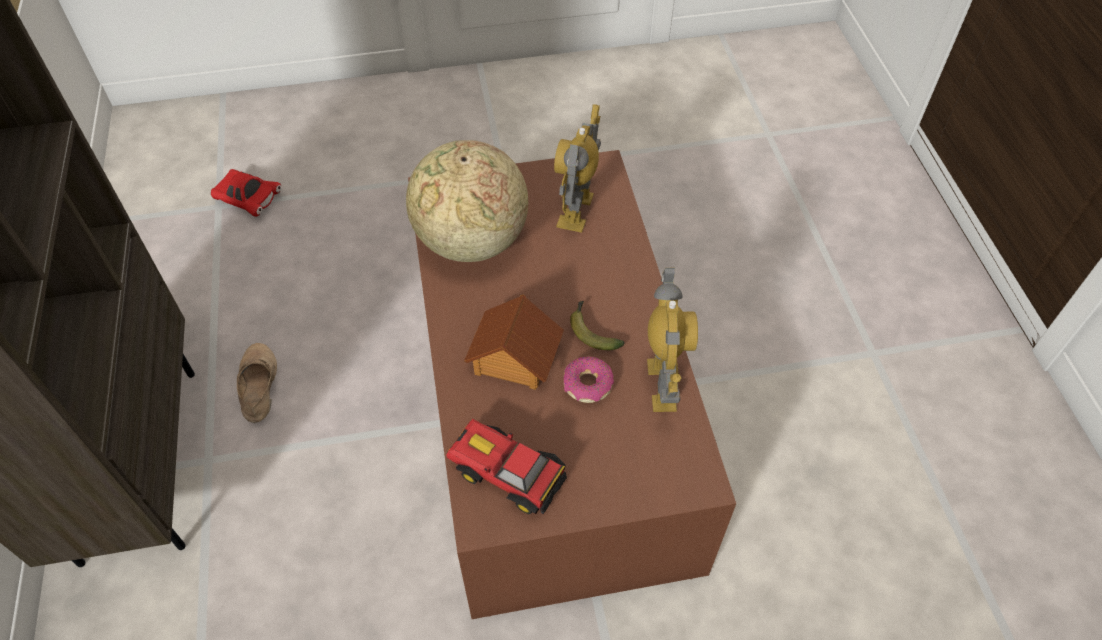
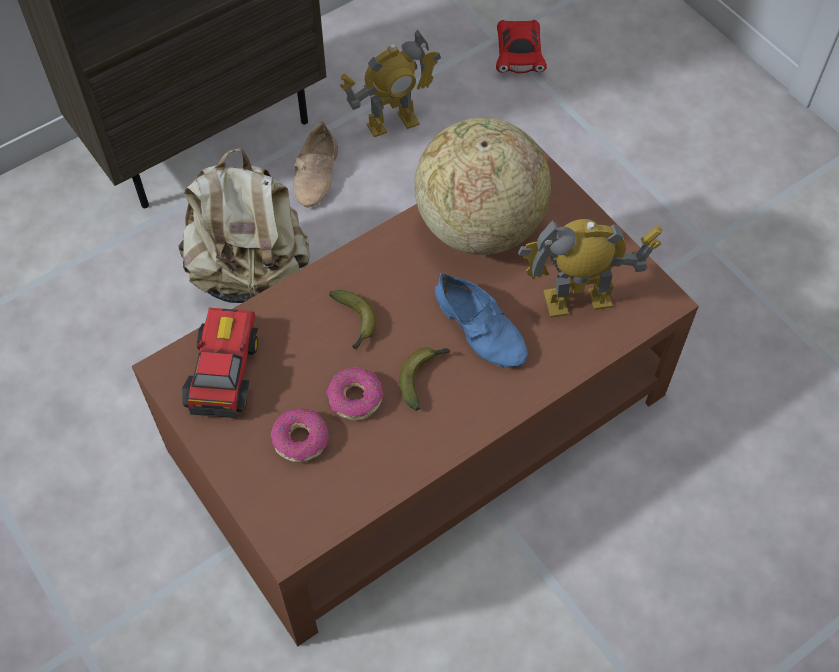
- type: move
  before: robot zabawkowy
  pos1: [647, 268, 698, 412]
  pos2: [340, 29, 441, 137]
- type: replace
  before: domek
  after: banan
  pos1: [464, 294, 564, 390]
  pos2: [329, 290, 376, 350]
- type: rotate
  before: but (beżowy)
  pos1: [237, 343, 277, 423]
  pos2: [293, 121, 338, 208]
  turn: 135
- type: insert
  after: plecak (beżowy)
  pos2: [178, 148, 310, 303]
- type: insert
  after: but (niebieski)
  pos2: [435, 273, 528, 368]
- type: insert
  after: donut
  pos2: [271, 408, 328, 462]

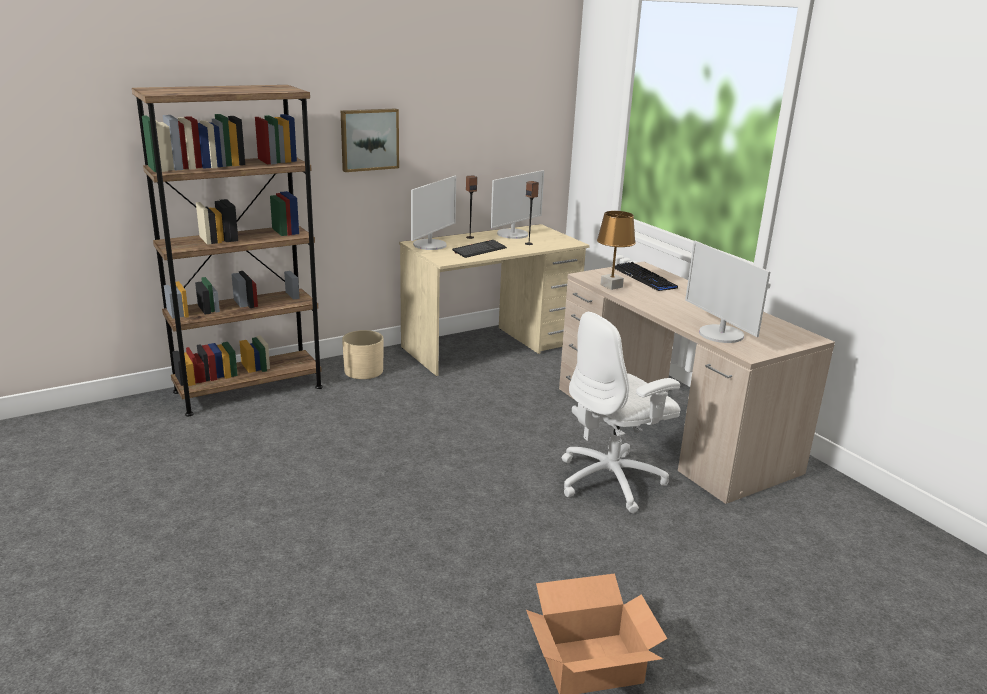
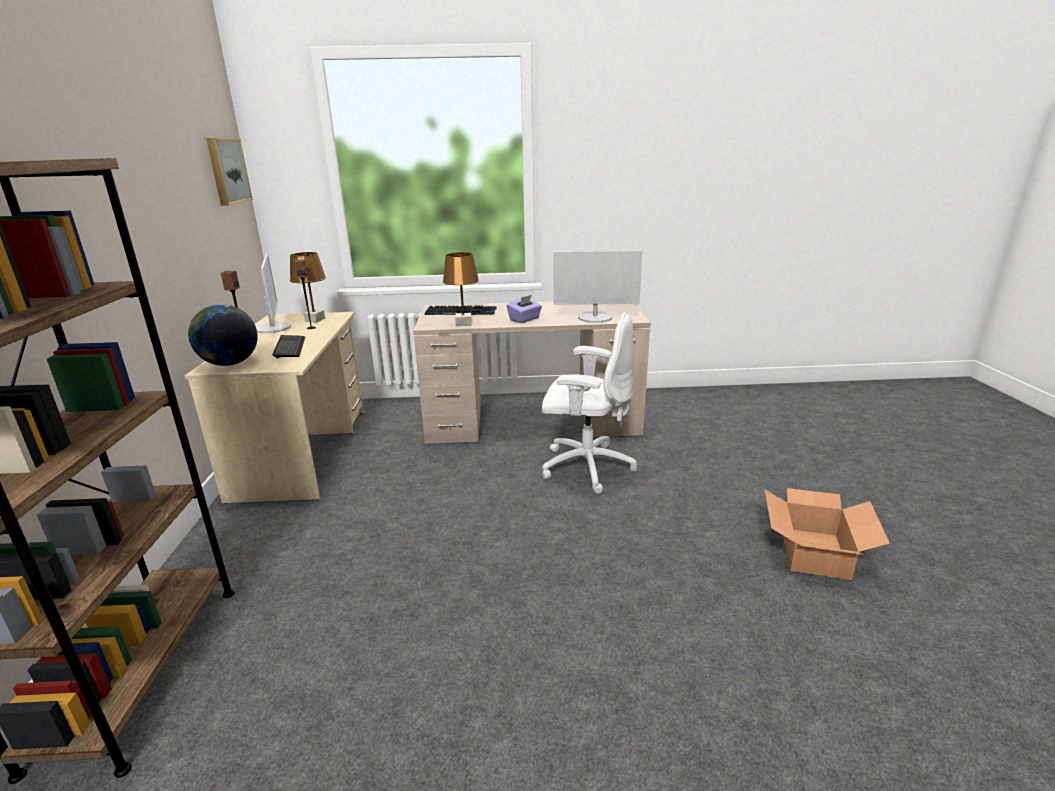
- type: move
  before: obraz
  pos1: [341, 108, 399, 172]
  pos2: [206, 138, 253, 206]
- type: replace
  before: monitor
  after: globus
  pos1: [411, 176, 456, 250]
  pos2: [188, 304, 258, 366]
- type: rotate
  before: krzesło biurowe (biały)
  pos1: [562, 312, 681, 513]
  pos2: [542, 312, 637, 494]
  turn: -75
- type: delete
  before: donica (beżowy)
  pos1: [342, 330, 383, 379]
- type: insert
  after: lampa stołowa (brązowy)
  pos2: [290, 252, 326, 323]
- type: insert
  after: pudełko chusteczek (fioletowy)
  pos2: [507, 295, 542, 323]

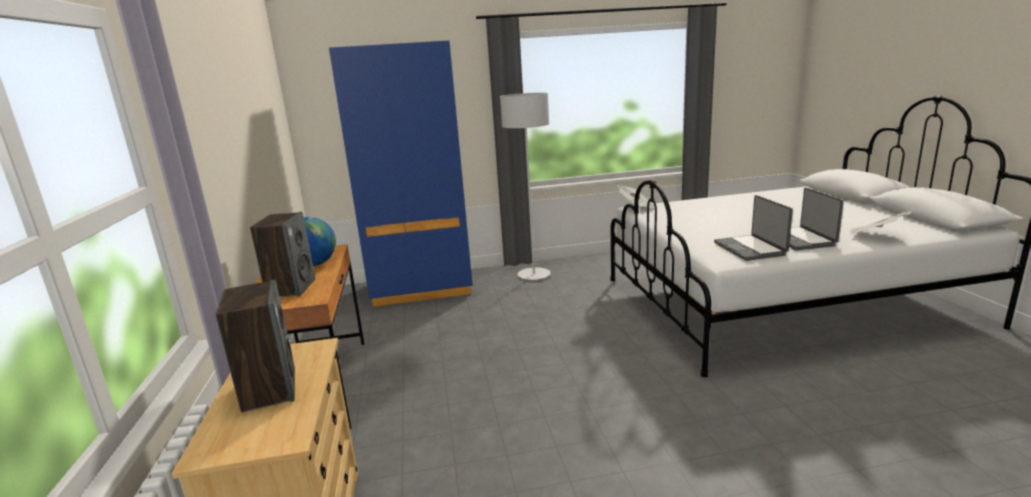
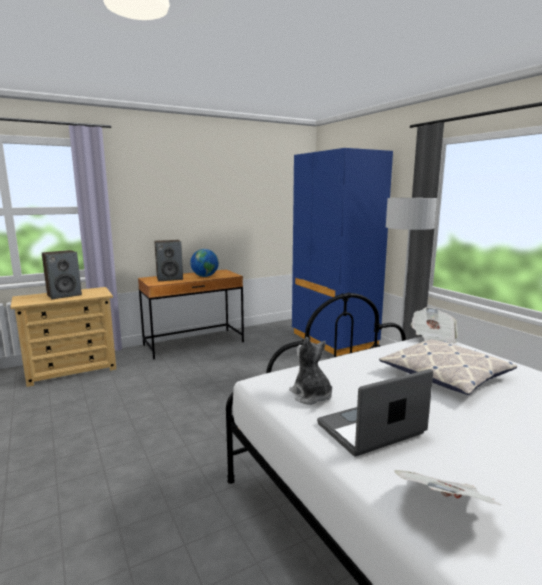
- type: replace
  before: laptop
  after: pluszak
  pos1: [714, 195, 793, 261]
  pos2: [289, 337, 332, 405]
- type: insert
  after: poduszka
  pos2: [379, 339, 517, 395]

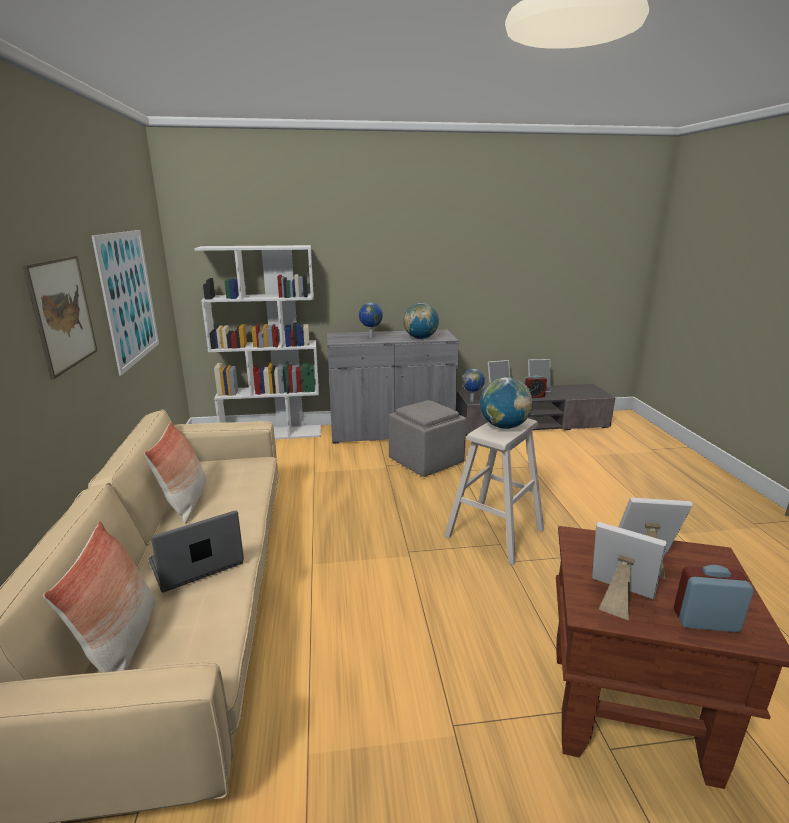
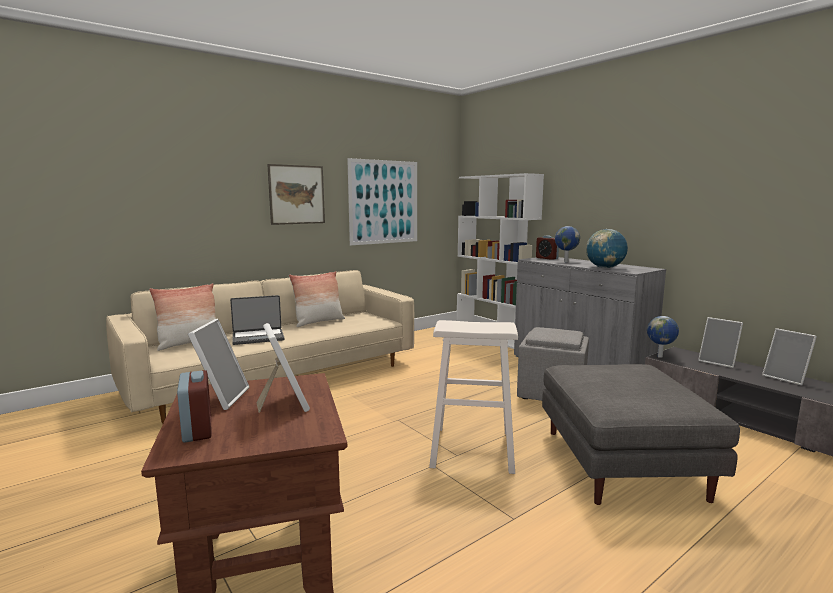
- type: move
  before: budzik
  pos1: [524, 375, 547, 398]
  pos2: [536, 235, 559, 260]
- type: delete
  before: globus
  pos1: [480, 377, 533, 429]
- type: rotate
  before: laptop
  pos1: [149, 510, 244, 592]
  pos2: [230, 295, 284, 345]
  turn: 135
- type: insert
  after: pufa (szary)
  pos2: [542, 364, 740, 505]

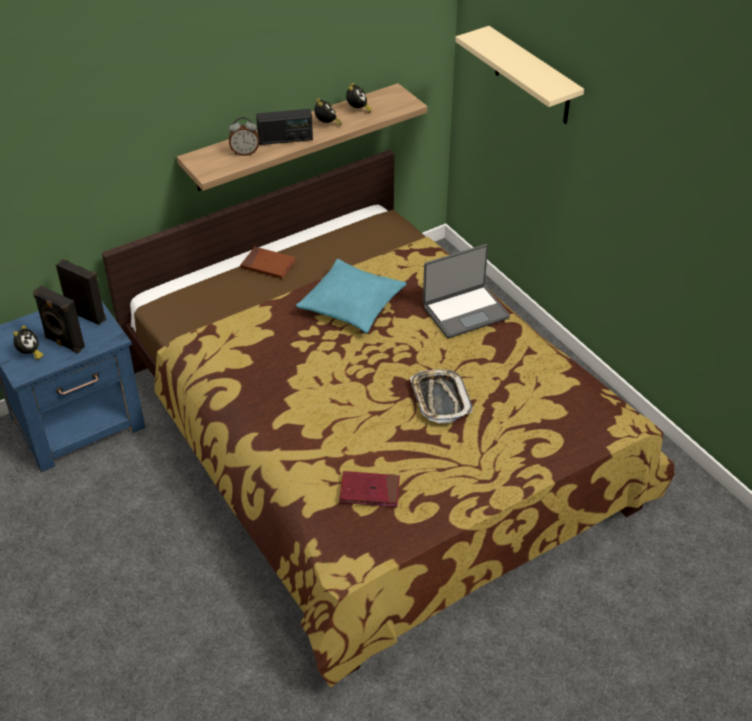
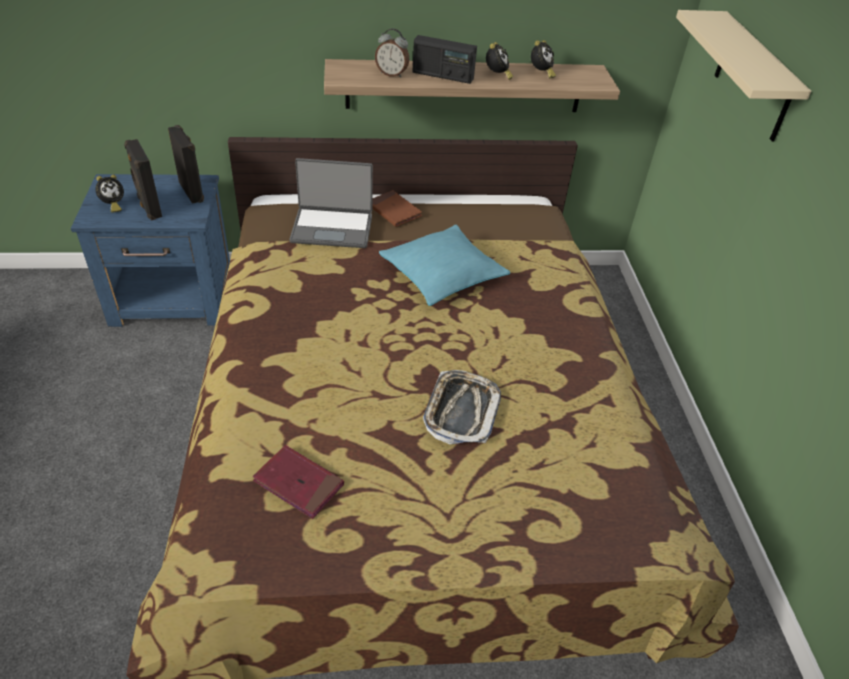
- type: move
  before: laptop
  pos1: [423, 244, 510, 339]
  pos2: [289, 158, 373, 248]

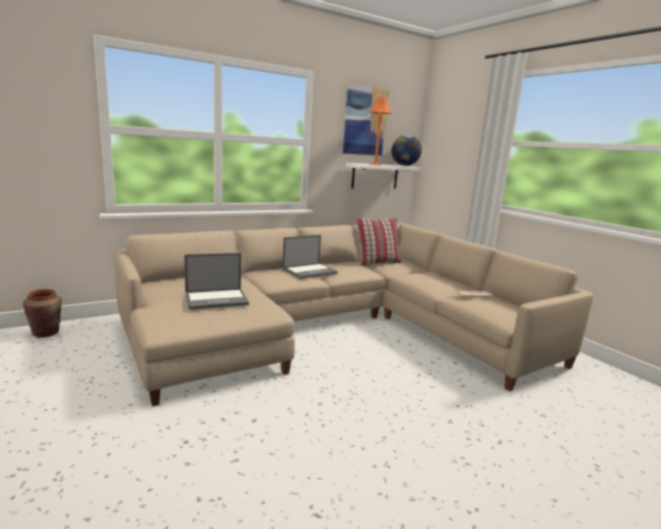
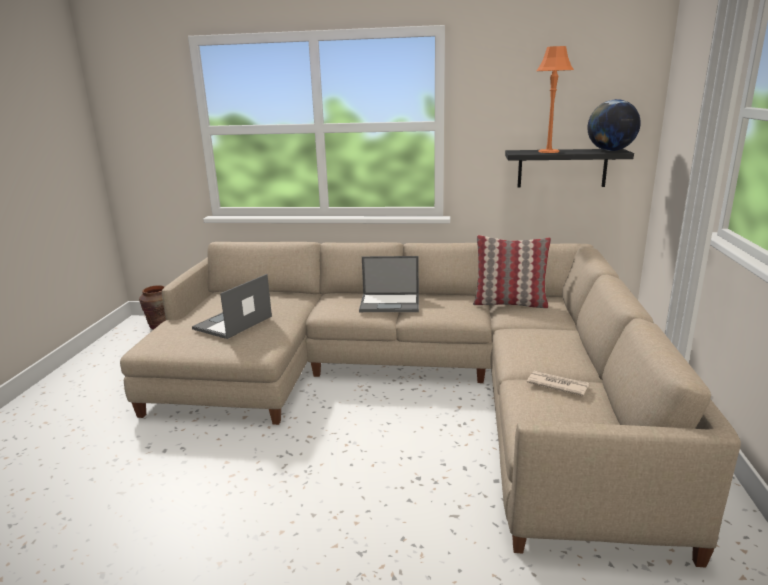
- type: delete
  before: obraz
  pos1: [343, 83, 389, 156]
- type: recolor
  before: półka (biały)
  after: półka (czarny)
  pos1: [345, 163, 420, 189]
  pos2: [505, 149, 634, 187]
- type: rotate
  before: laptop
  pos1: [184, 253, 249, 310]
  pos2: [192, 274, 272, 339]
  turn: 105

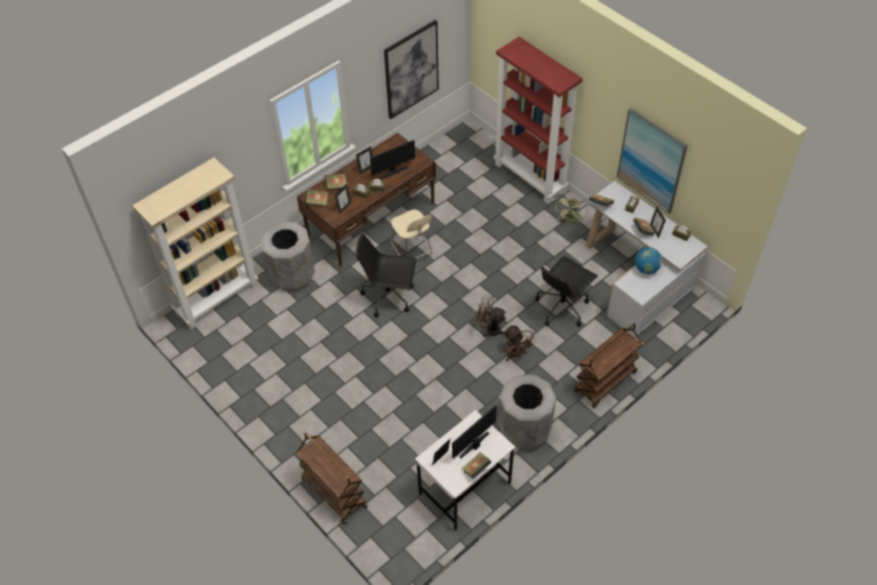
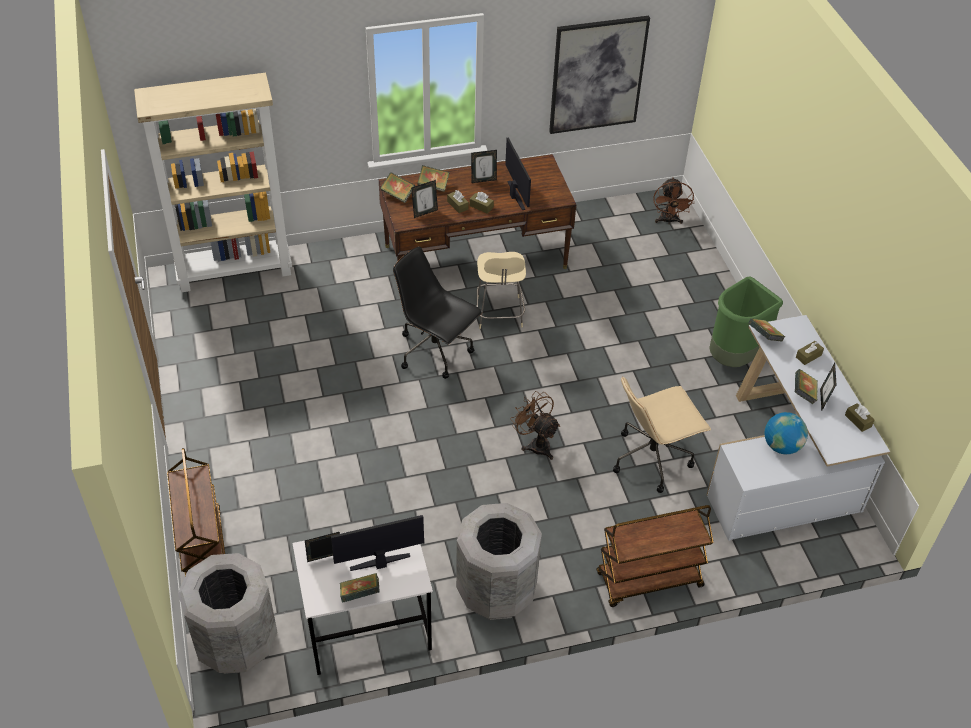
- type: delete
  before: regał (czerwony)
  pos1: [494, 37, 583, 204]
- type: delete
  before: obraz
  pos1: [617, 108, 688, 214]
- type: rotate
  before: monitor
  pos1: [370, 140, 415, 180]
  pos2: [505, 137, 531, 210]
  turn: -105
- type: replace
  before: wentylator (zielony)
  after: kosz na śmieci (zielony)
  pos1: [555, 192, 588, 224]
  pos2: [709, 276, 783, 367]
- type: move
  before: kosz na śmieci (szary)
  pos1: [260, 222, 315, 291]
  pos2: [178, 553, 278, 674]
- type: recolor
  before: krzesło biurowe (czarny)
  after: krzesło biurowe (beżowy)
  pos1: [535, 256, 598, 327]
  pos2: [613, 376, 711, 493]
- type: move
  before: wentylator (brązowy)
  pos1: [504, 325, 537, 361]
  pos2: [653, 177, 694, 224]

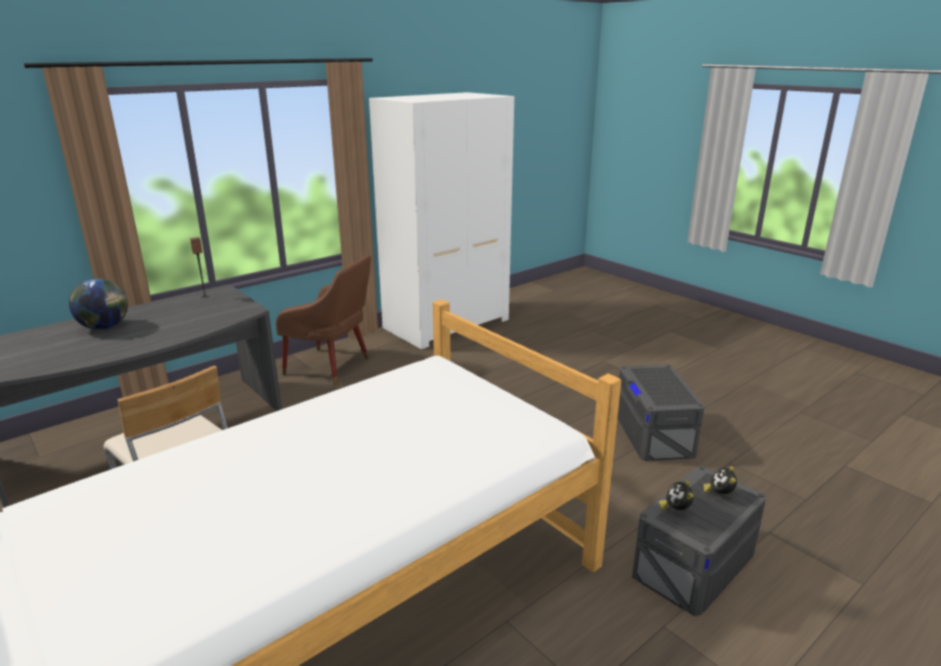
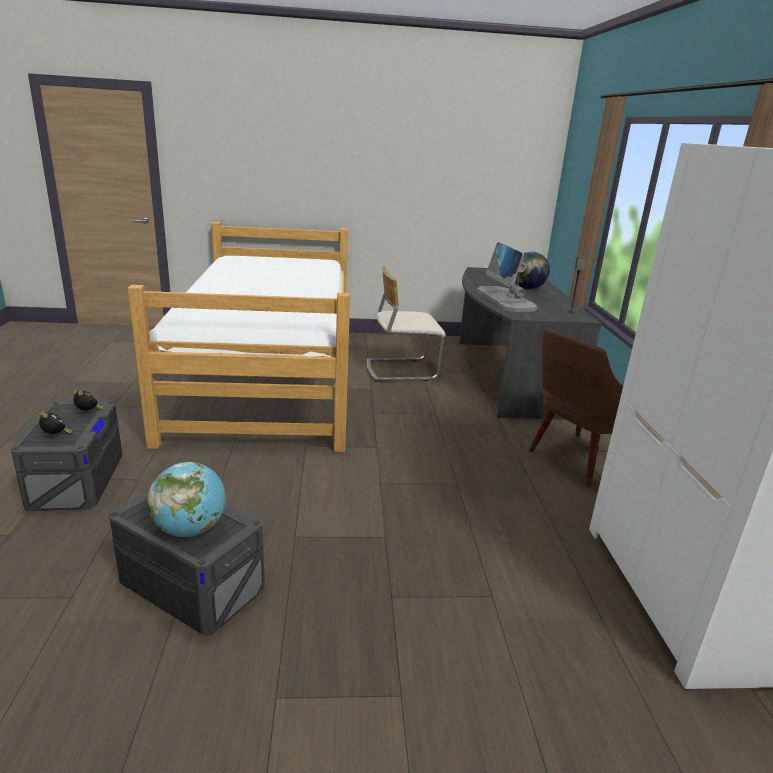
- type: insert
  after: monitor
  pos2: [477, 242, 537, 312]
- type: insert
  after: globus
  pos2: [148, 462, 226, 537]

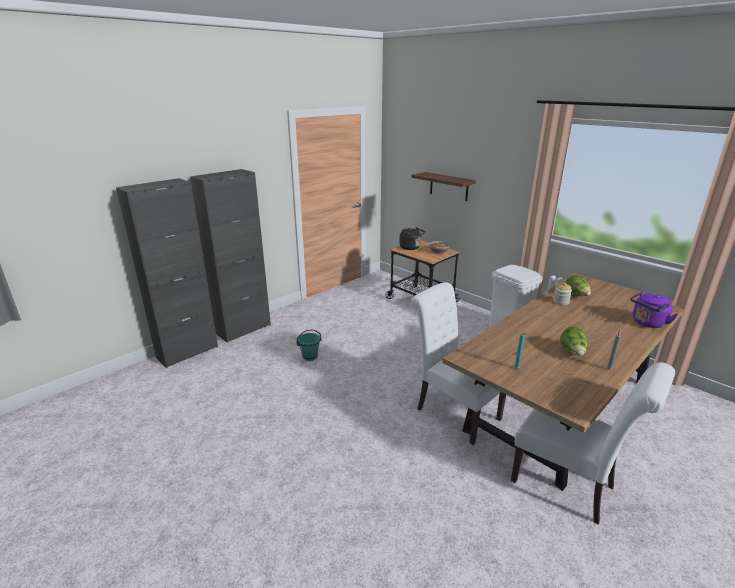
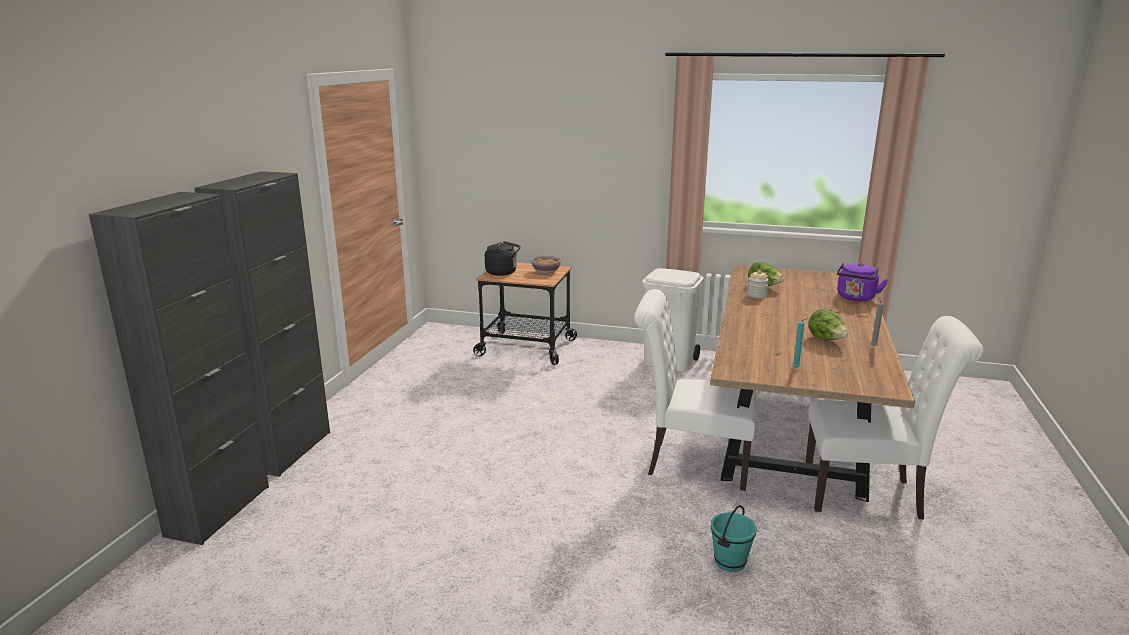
- type: delete
  before: półka
  pos1: [411, 172, 476, 201]
- type: move
  before: wiadro (turkusowy)
  pos1: [296, 329, 322, 361]
  pos2: [711, 505, 757, 572]

